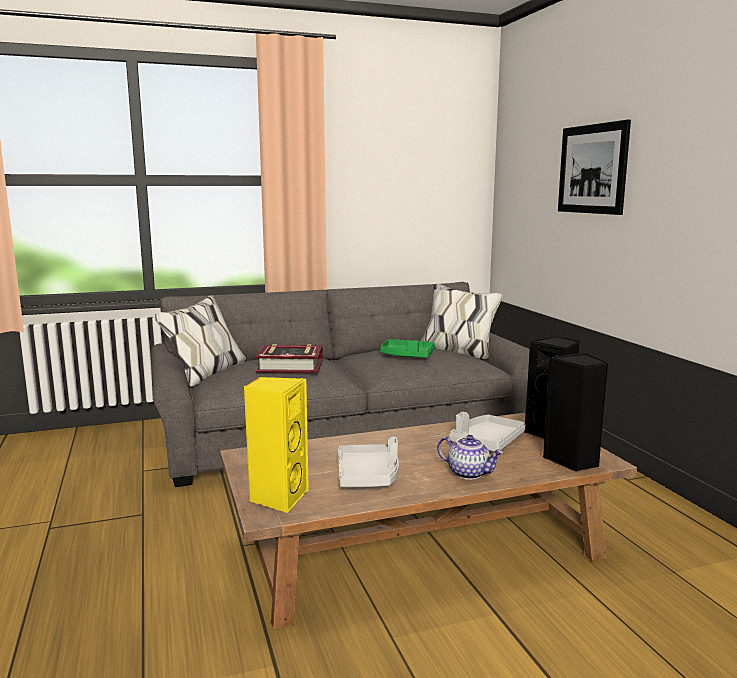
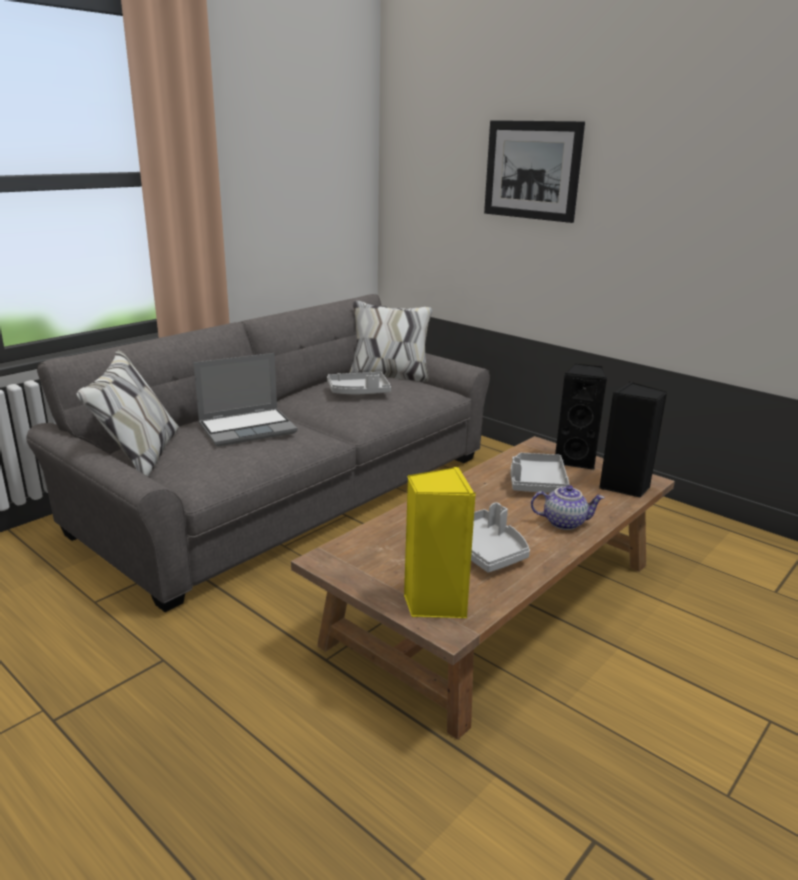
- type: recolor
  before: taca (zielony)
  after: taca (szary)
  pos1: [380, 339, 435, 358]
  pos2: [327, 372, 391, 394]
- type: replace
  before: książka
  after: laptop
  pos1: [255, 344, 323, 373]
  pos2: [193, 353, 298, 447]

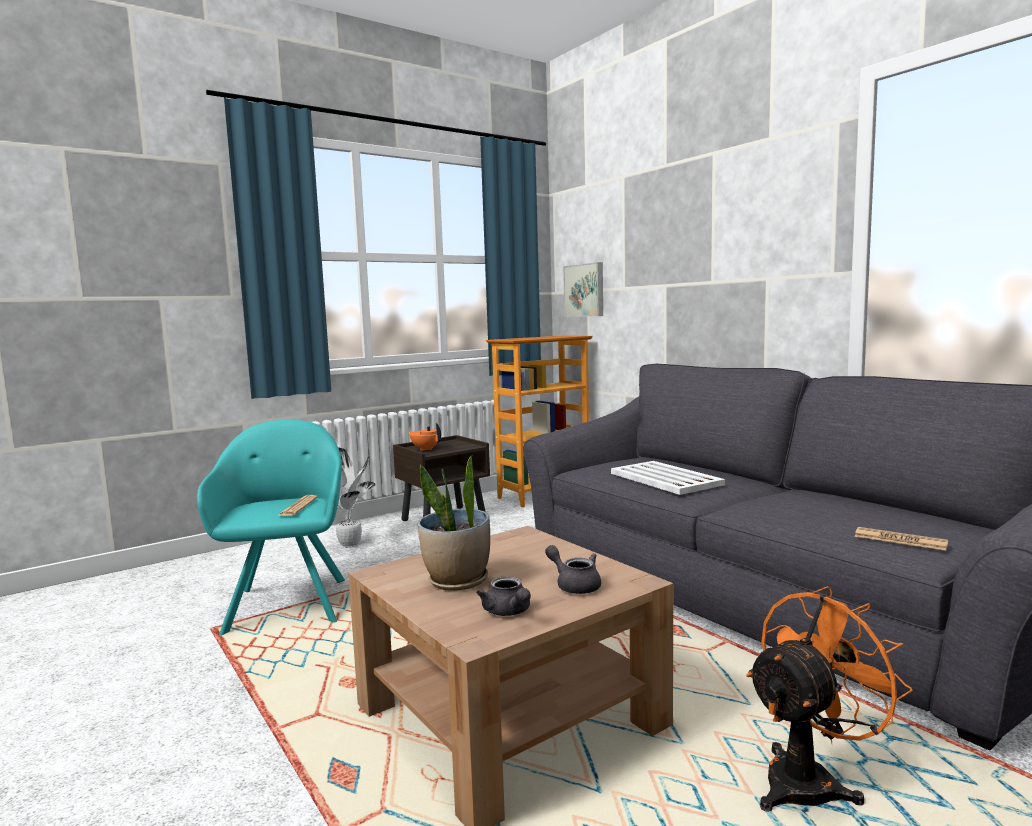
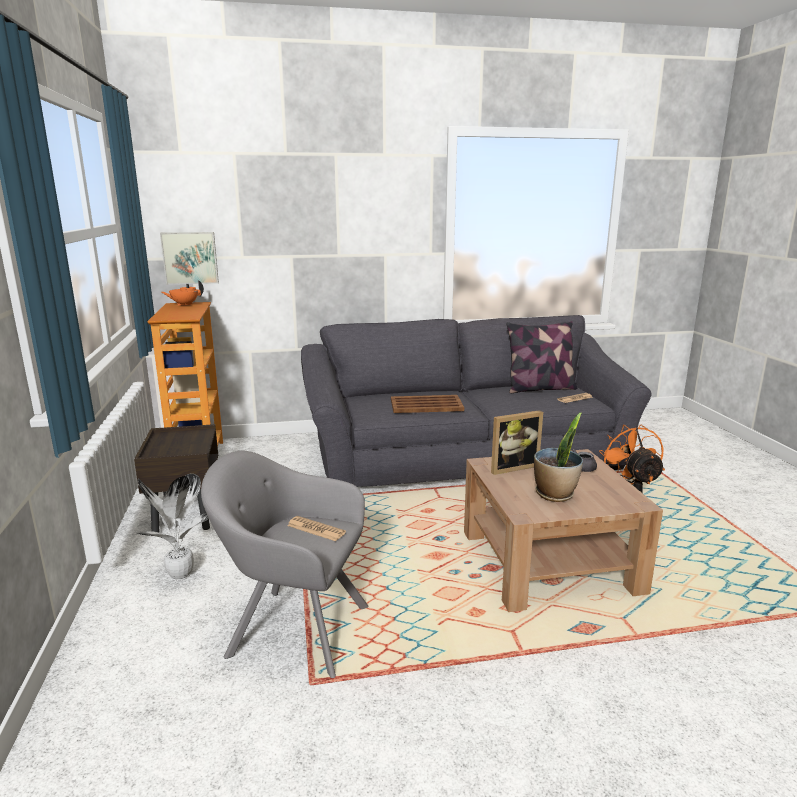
- type: recolor
  before: fotel (turkusowy)
  after: fotel (szary)
  pos1: [197, 420, 345, 635]
  pos2: [201, 451, 369, 678]
- type: move
  before: imbryk (pomarańczowy)
  pos1: [409, 423, 442, 451]
  pos2: [161, 280, 204, 306]
- type: recolor
  before: taca (biały)
  after: taca (brązowy)
  pos1: [611, 461, 725, 495]
  pos2: [391, 395, 464, 413]
- type: delete
  before: imbryk (szary)
  pos1: [477, 576, 531, 616]
- type: insert
  after: poduszka
  pos2: [506, 321, 577, 393]
- type: insert
  after: ramka na zdjęcie
  pos2: [491, 410, 543, 475]

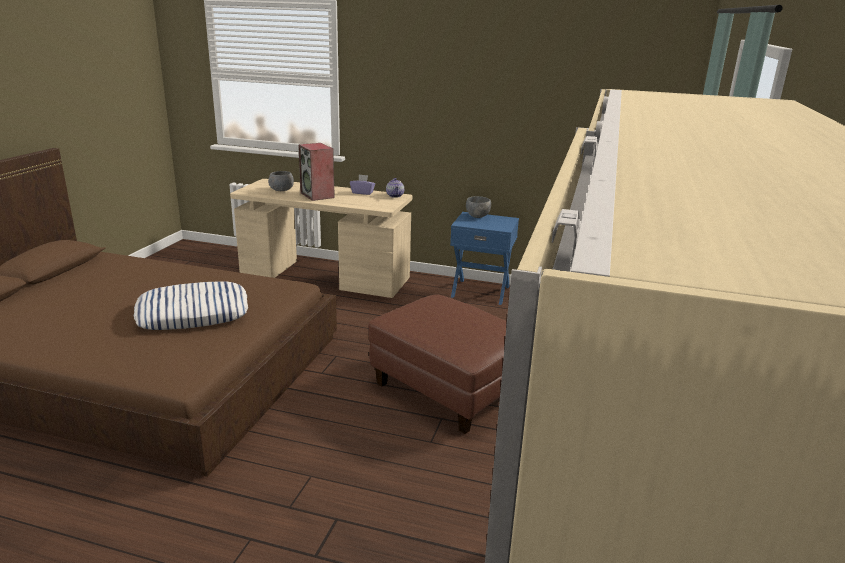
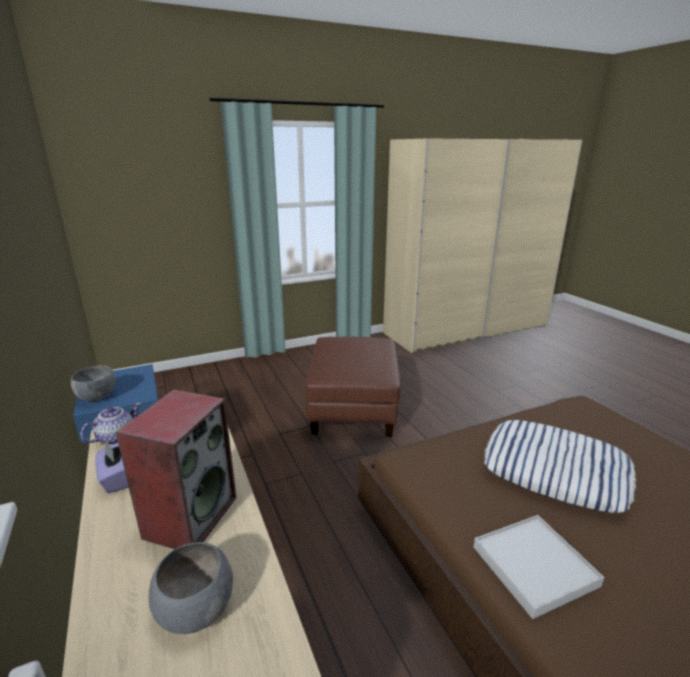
- type: insert
  after: taca (biały)
  pos2: [474, 515, 604, 619]

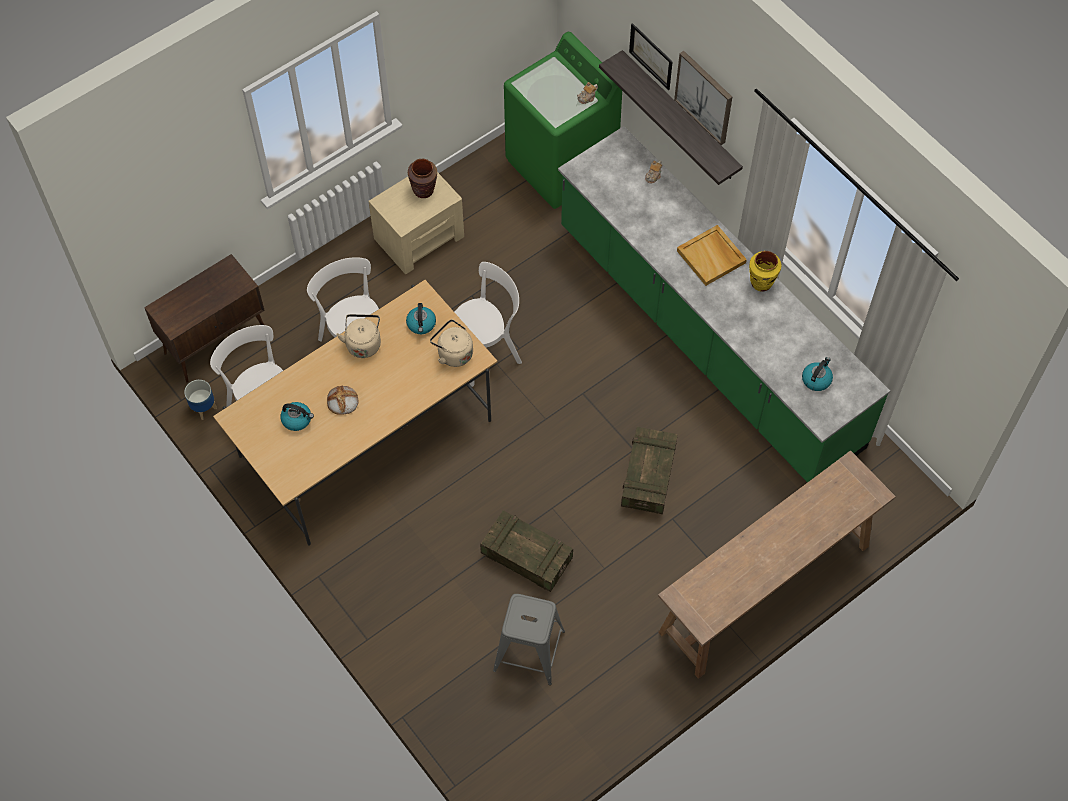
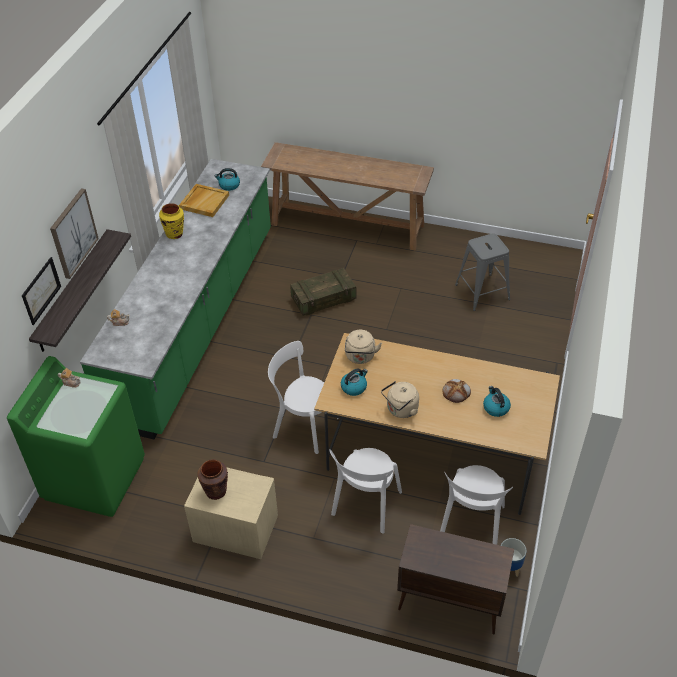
- type: move
  before: taca (beżowy)
  pos1: [677, 225, 747, 286]
  pos2: [179, 184, 229, 217]
- type: delete
  before: skrzynka
  pos1: [480, 510, 573, 592]

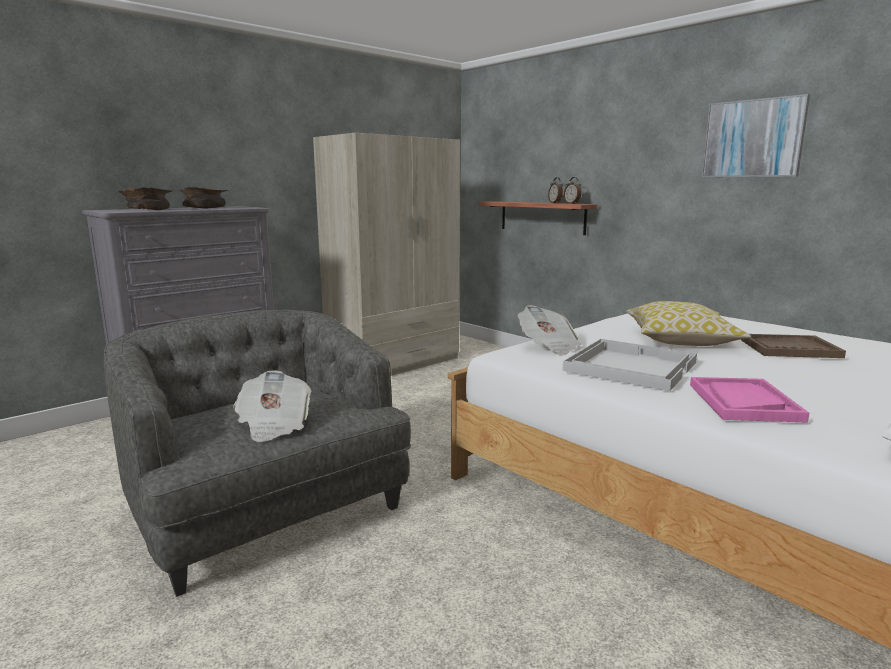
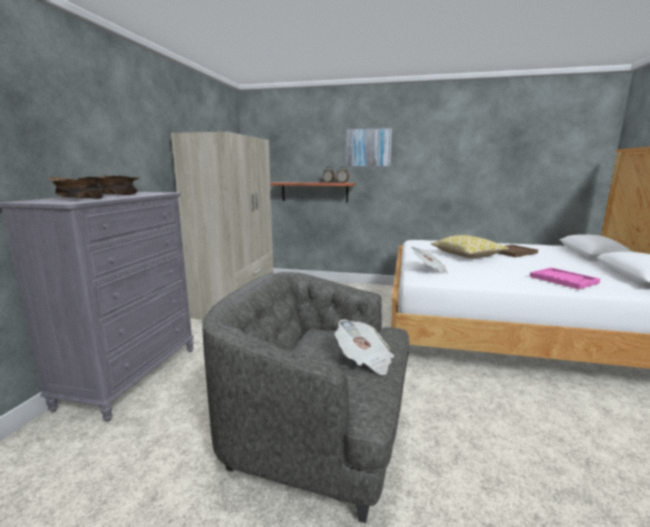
- type: move
  before: obraz
  pos1: [702, 94, 810, 177]
  pos2: [346, 127, 393, 167]
- type: delete
  before: taca (biały)
  pos1: [562, 339, 697, 391]

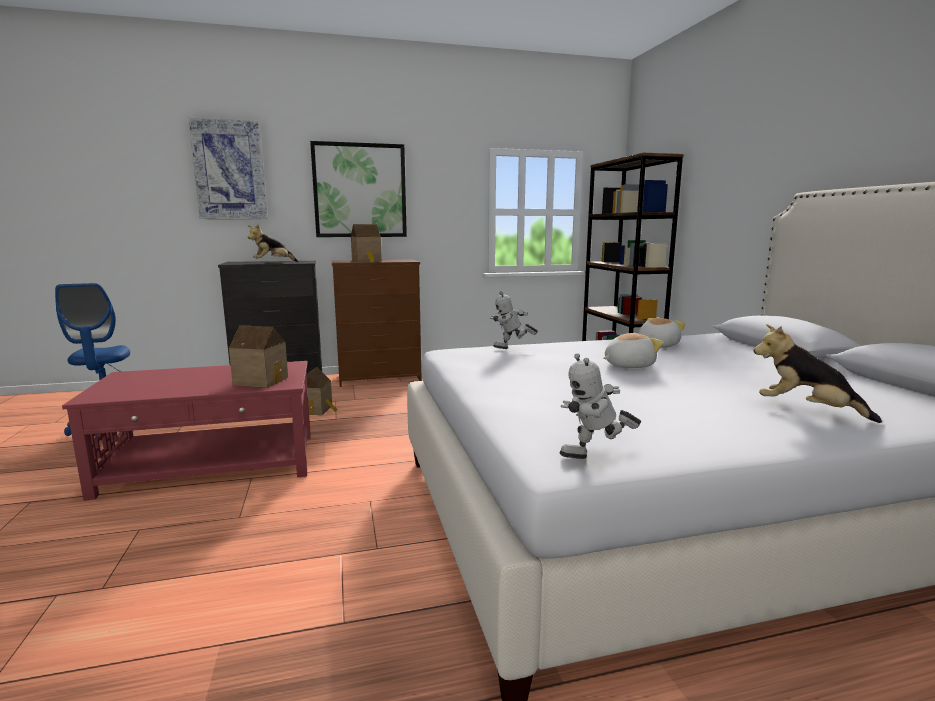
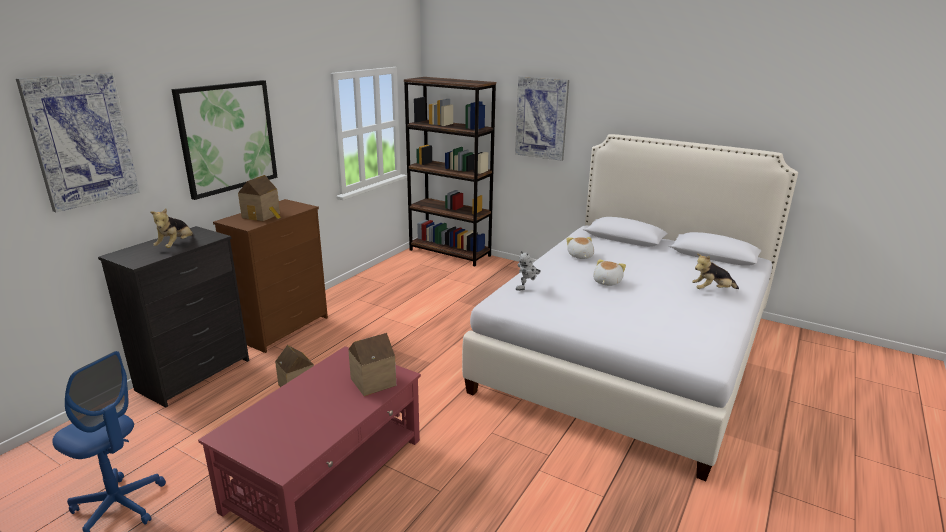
- type: delete
  before: robot zabawkowy
  pos1: [560, 353, 641, 459]
- type: insert
  after: obraz
  pos2: [515, 76, 569, 161]

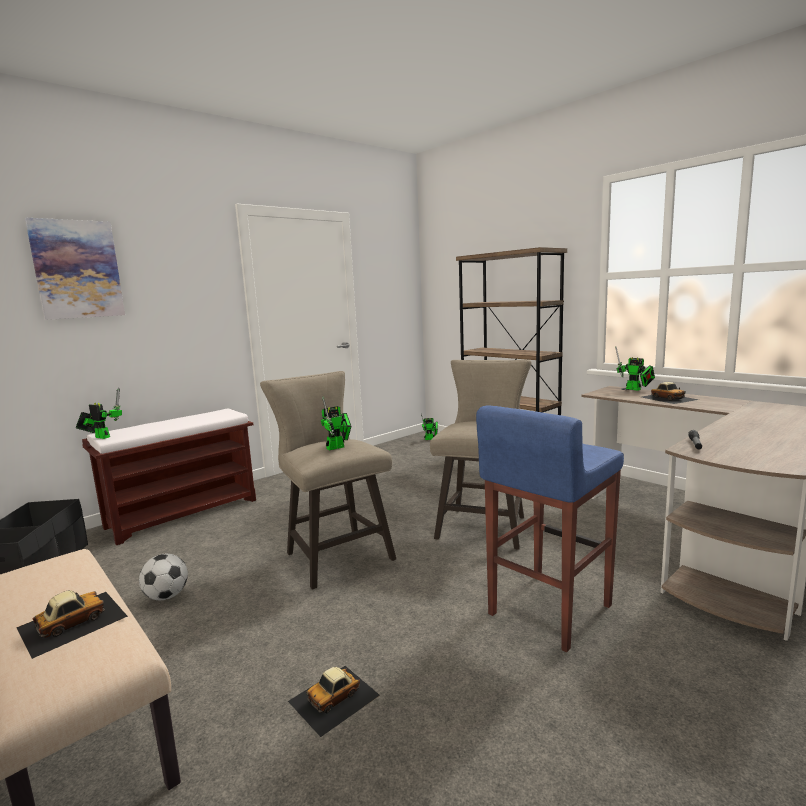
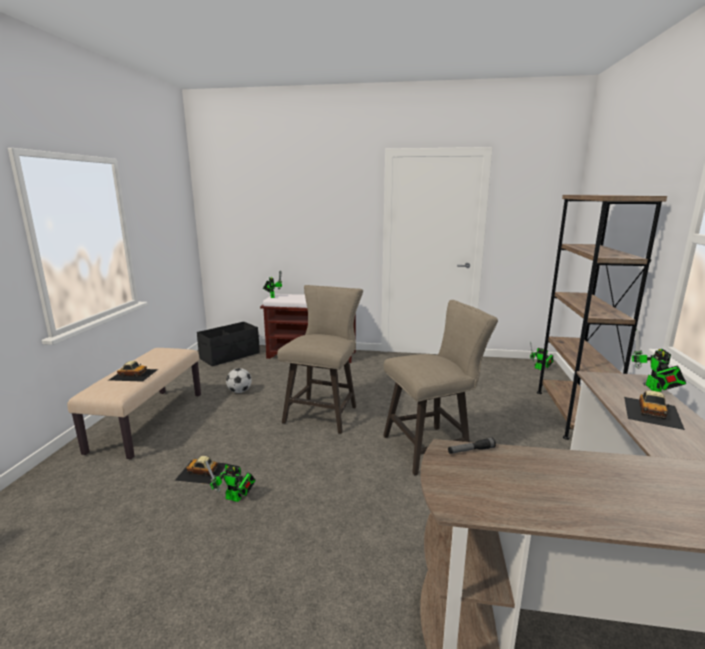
- type: delete
  before: obraz
  pos1: [25, 218, 125, 320]
- type: move
  before: robot zabawkowy
  pos1: [321, 396, 352, 450]
  pos2: [206, 461, 256, 502]
- type: delete
  before: stołek (niebieski)
  pos1: [476, 405, 624, 652]

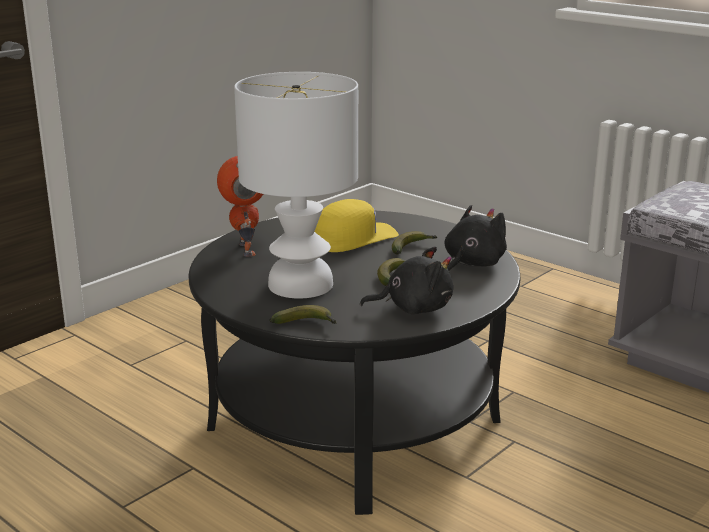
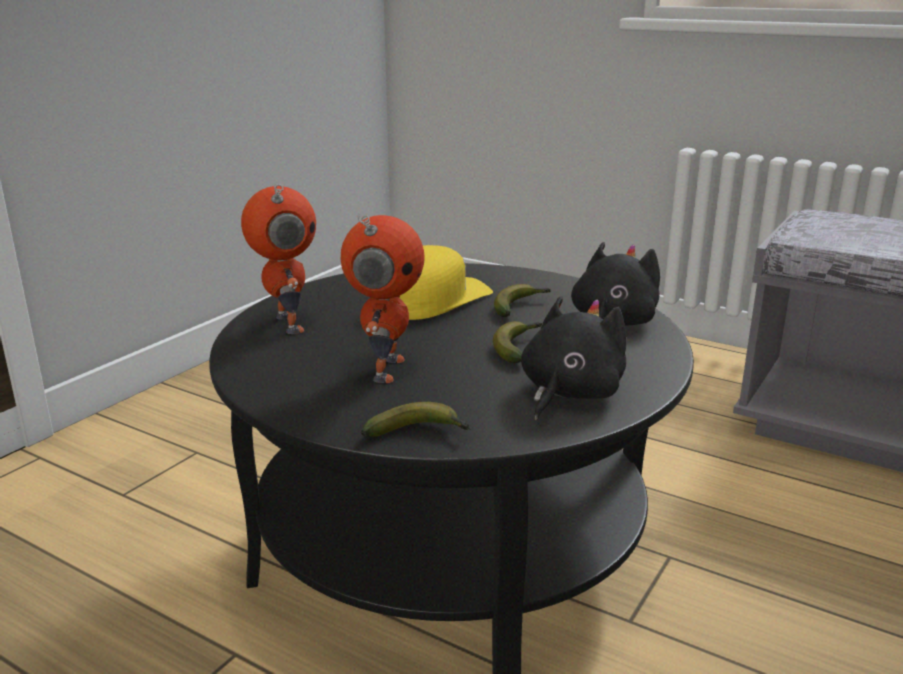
- type: replace
  before: lampa stołowa (biały)
  after: robot zabawkowy
  pos1: [234, 72, 358, 299]
  pos2: [341, 214, 425, 383]
- type: rotate
  before: pluszak (czarny)
  pos1: [360, 246, 453, 314]
  pos2: [521, 296, 627, 421]
  turn: -45

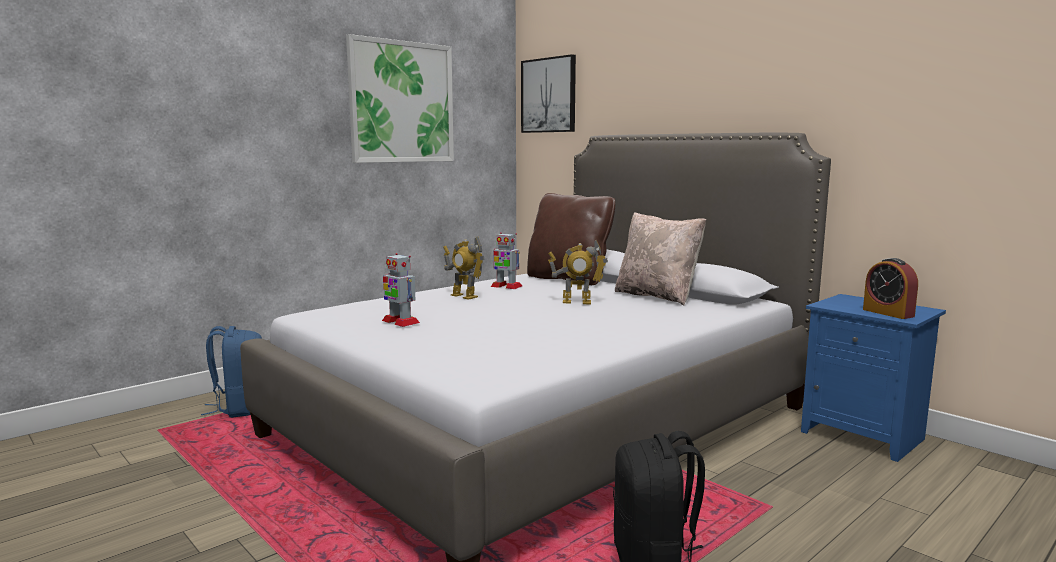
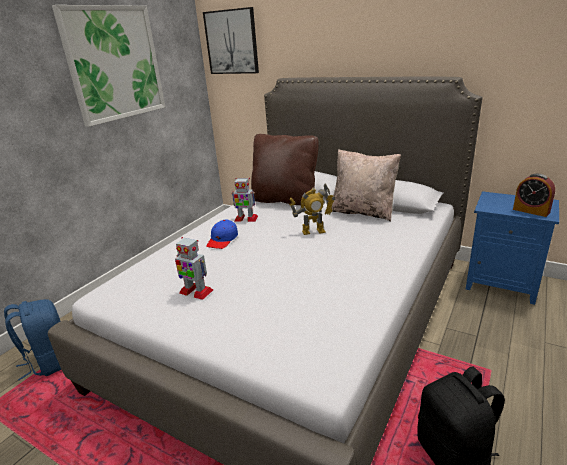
- type: replace
  before: robot zabawkowy
  after: czapka z daszkiem (niebieski)
  pos1: [443, 236, 485, 300]
  pos2: [206, 220, 238, 249]

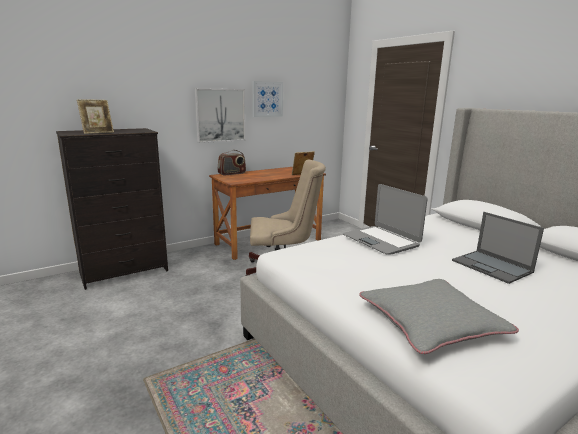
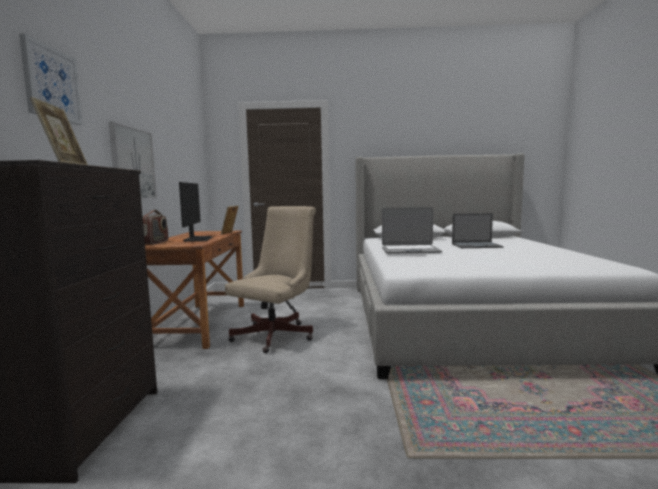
- type: move
  before: obraz
  pos1: [253, 81, 283, 117]
  pos2: [19, 34, 83, 125]
- type: delete
  before: poduszka (szary)
  pos1: [359, 279, 519, 354]
- type: insert
  after: monitor
  pos2: [179, 182, 212, 242]

